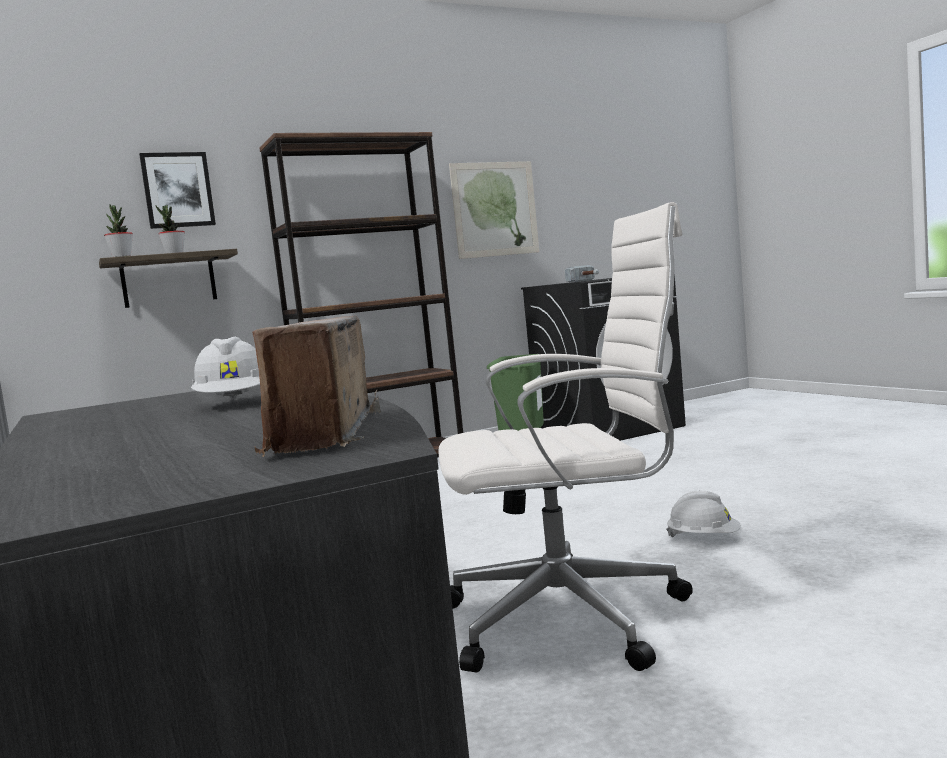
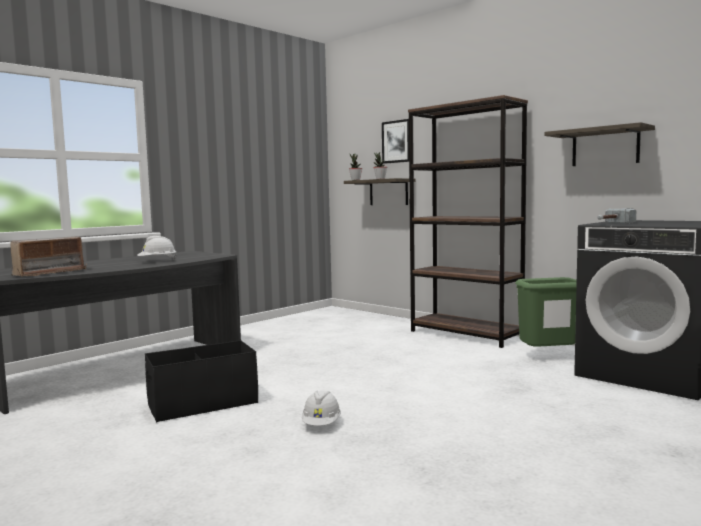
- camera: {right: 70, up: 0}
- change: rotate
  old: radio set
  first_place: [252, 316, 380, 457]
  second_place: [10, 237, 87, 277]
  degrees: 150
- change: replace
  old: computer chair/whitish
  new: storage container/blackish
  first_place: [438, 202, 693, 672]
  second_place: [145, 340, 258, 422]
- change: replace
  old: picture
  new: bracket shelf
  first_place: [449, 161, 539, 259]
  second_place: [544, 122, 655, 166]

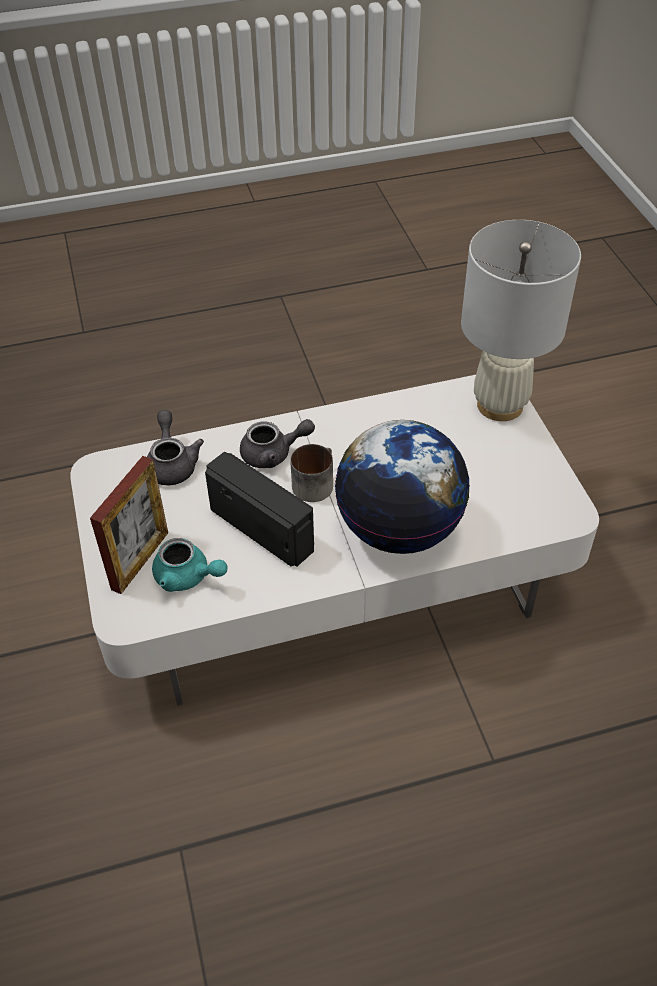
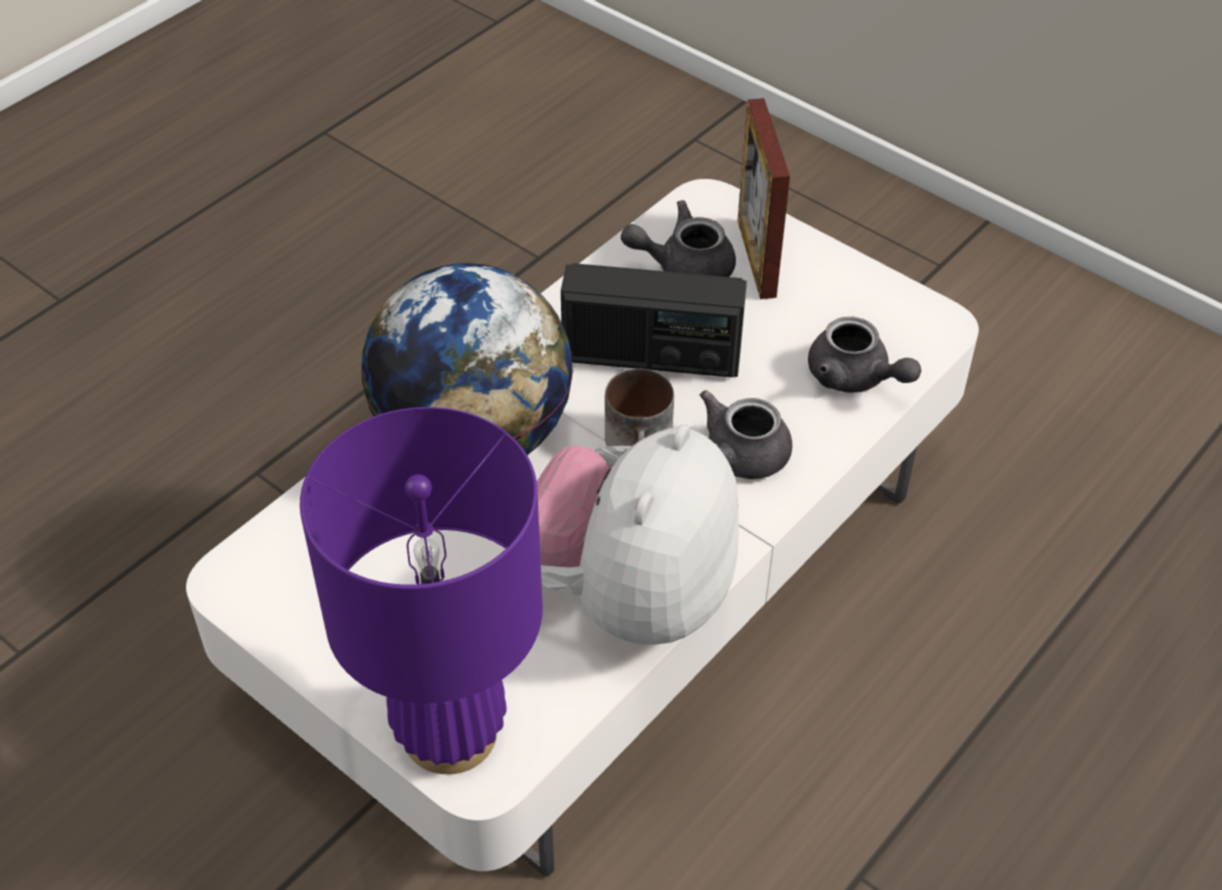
- camera: {right: 145, up: 0}
- change: recolor
  old: tabletop lamp/whitish
  new: tabletop lamp/purple-coloured
  first_place: [461, 220, 581, 421]
  second_place: [300, 407, 543, 774]
- change: insert
  new: plush toy
  second_place: [537, 424, 739, 645]
- change: recolor
  old: pot for tea/turquoise-coloured
  new: pot for tea/grey
  first_place: [152, 538, 228, 592]
  second_place: [621, 200, 736, 277]

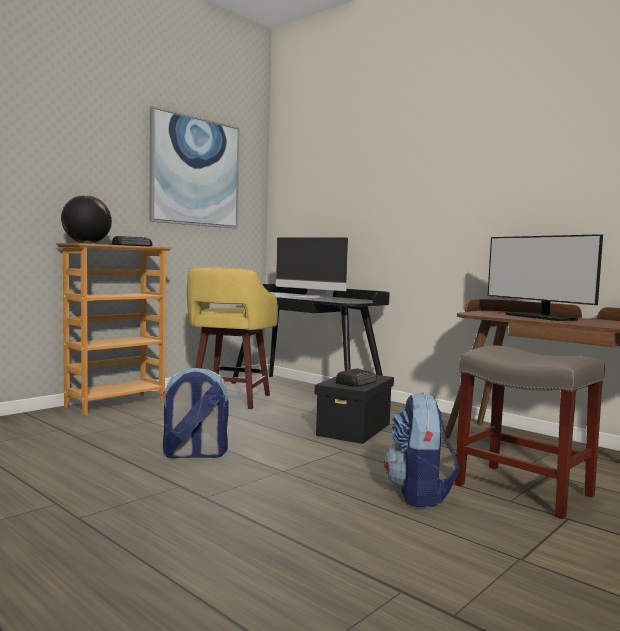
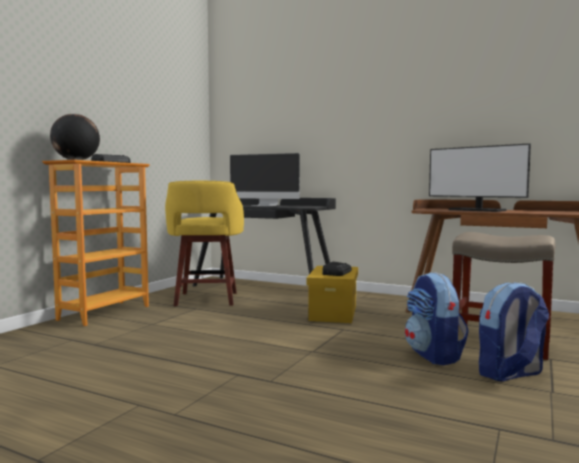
- camera: {right: -15, up: 0}
- change: recolor
  old: storage container/blackish
  new: storage container/yellowish
  first_place: [315, 375, 394, 444]
  second_place: [306, 266, 358, 323]
- change: move
  old: backpack
  first_place: [161, 368, 229, 458]
  second_place: [479, 282, 549, 382]
- change: delete
  old: picture
  first_place: [149, 106, 240, 229]

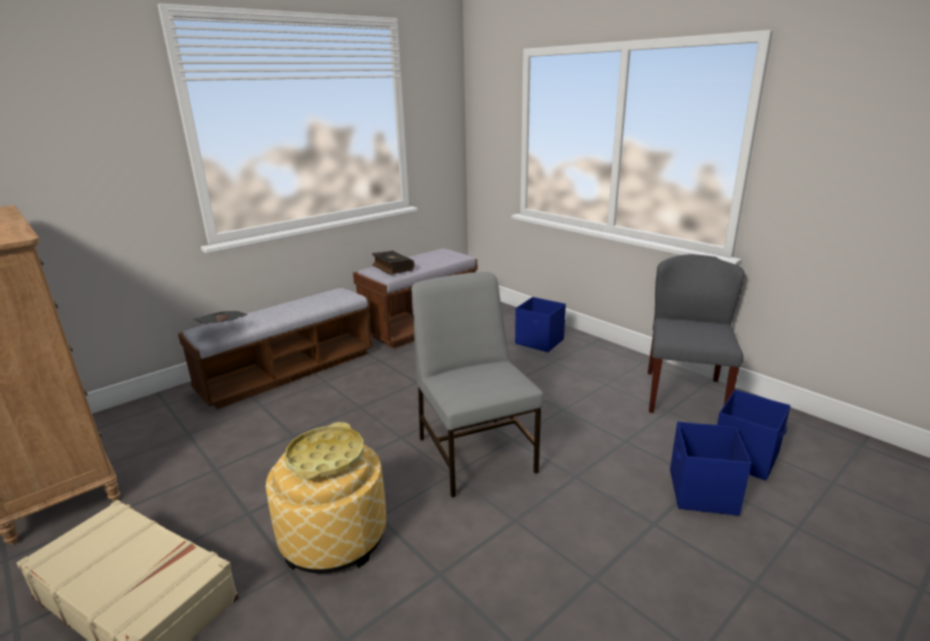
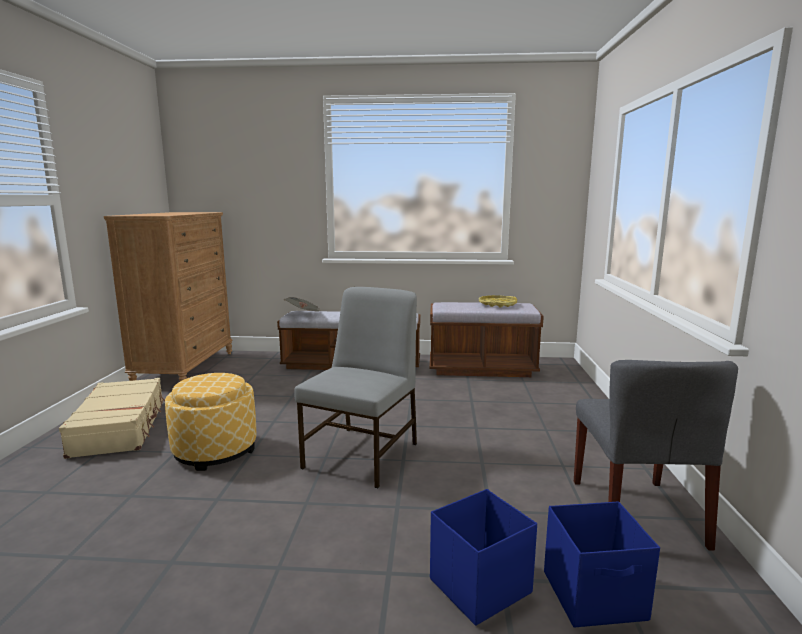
- camera: {right: 45, up: -10}
- change: move
  old: carrying tray/yellowish
  first_place: [284, 422, 364, 479]
  second_place: [479, 295, 517, 307]
- change: rotate
  old: chair/grey
  first_place: [648, 254, 745, 413]
  second_place: [574, 360, 738, 550]
  degrees: 120
- change: delete
  old: bound book
  first_place: [372, 251, 415, 275]
- change: delete
  old: storage container/blue
  first_place: [515, 297, 566, 352]

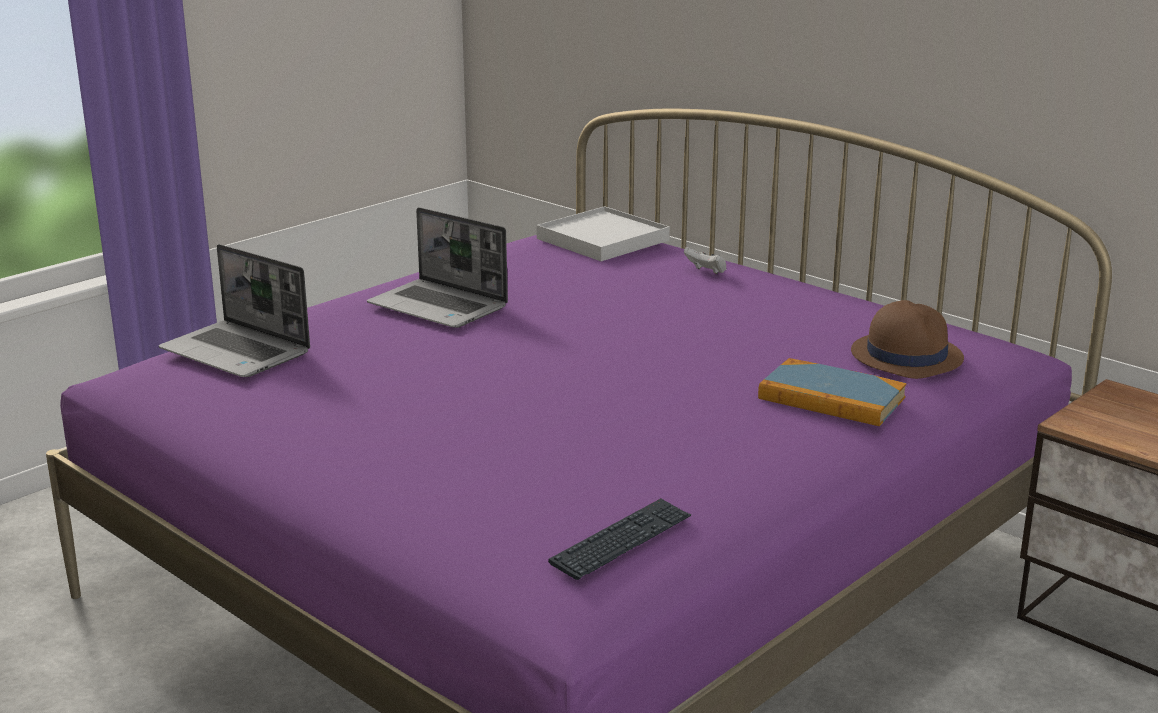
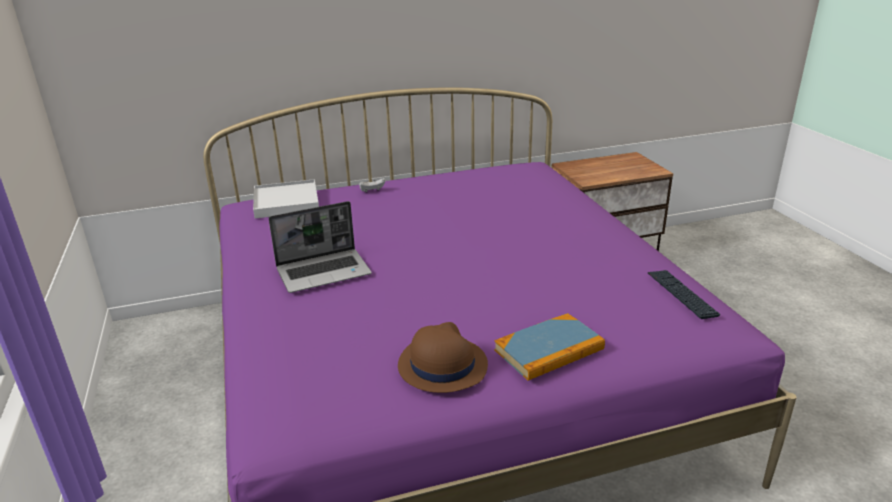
- camera: {right: -60, up: 5}
- change: move
  old: wearable hat/brown-coloured
  first_place: [851, 300, 964, 379]
  second_place: [398, 322, 488, 393]
- change: move
  old: bound book
  first_place: [758, 358, 907, 426]
  second_place: [494, 313, 605, 381]
- change: delete
  old: laptop
  first_place: [159, 244, 310, 377]

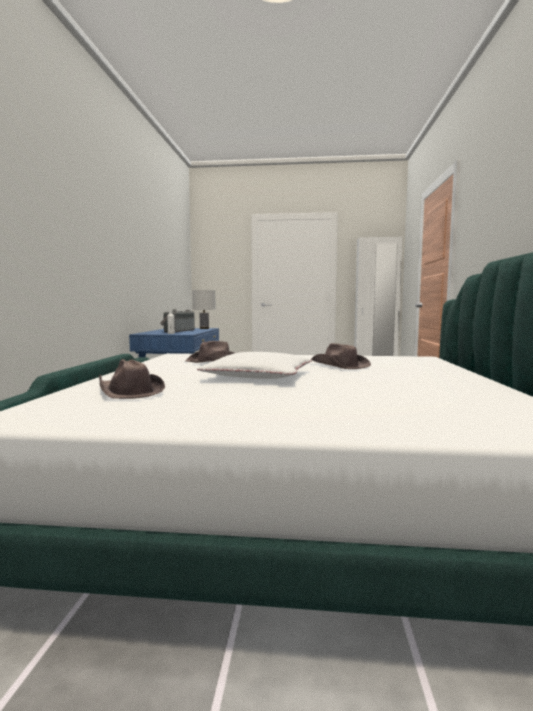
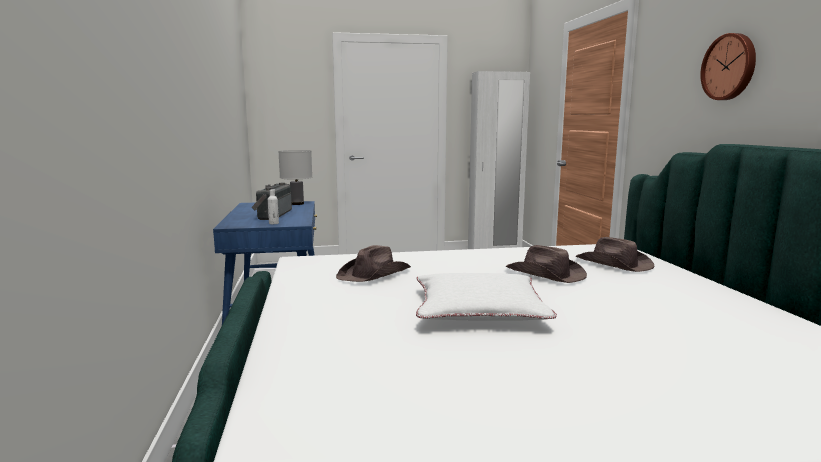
- camera: {right: -15, up: 5}
- change: move
  old: wearable hat/brown-coloured
  first_place: [99, 359, 165, 399]
  second_place: [576, 237, 654, 272]
- change: insert
  new: clock on the wall
  second_place: [700, 33, 756, 100]

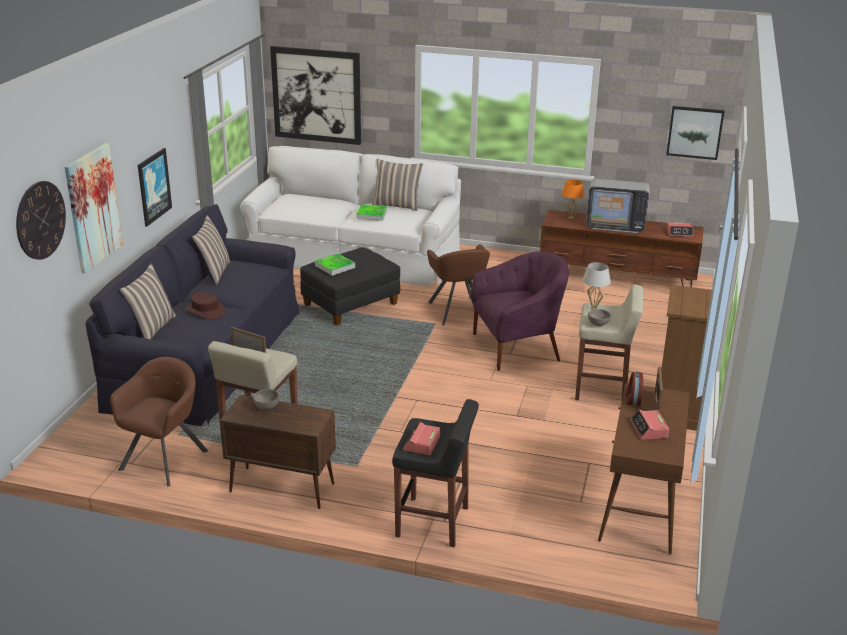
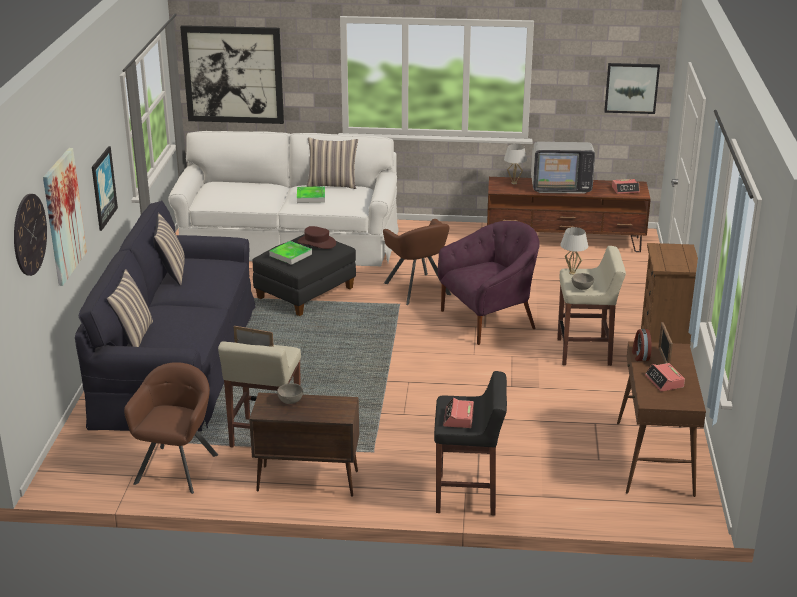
- camera: {right: -10, up: 0}
- change: move
  old: wearable hat/brown-coloured
  first_place: [185, 292, 226, 320]
  second_place: [298, 226, 336, 249]
- change: recolor
  old: tabletop lamp/orange
  new: tabletop lamp/whitish
  first_place: [562, 179, 584, 219]
  second_place: [504, 144, 527, 184]

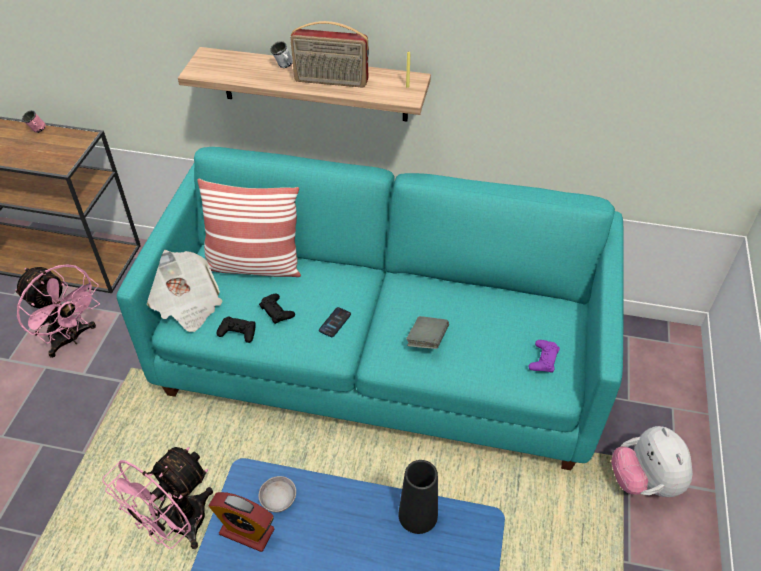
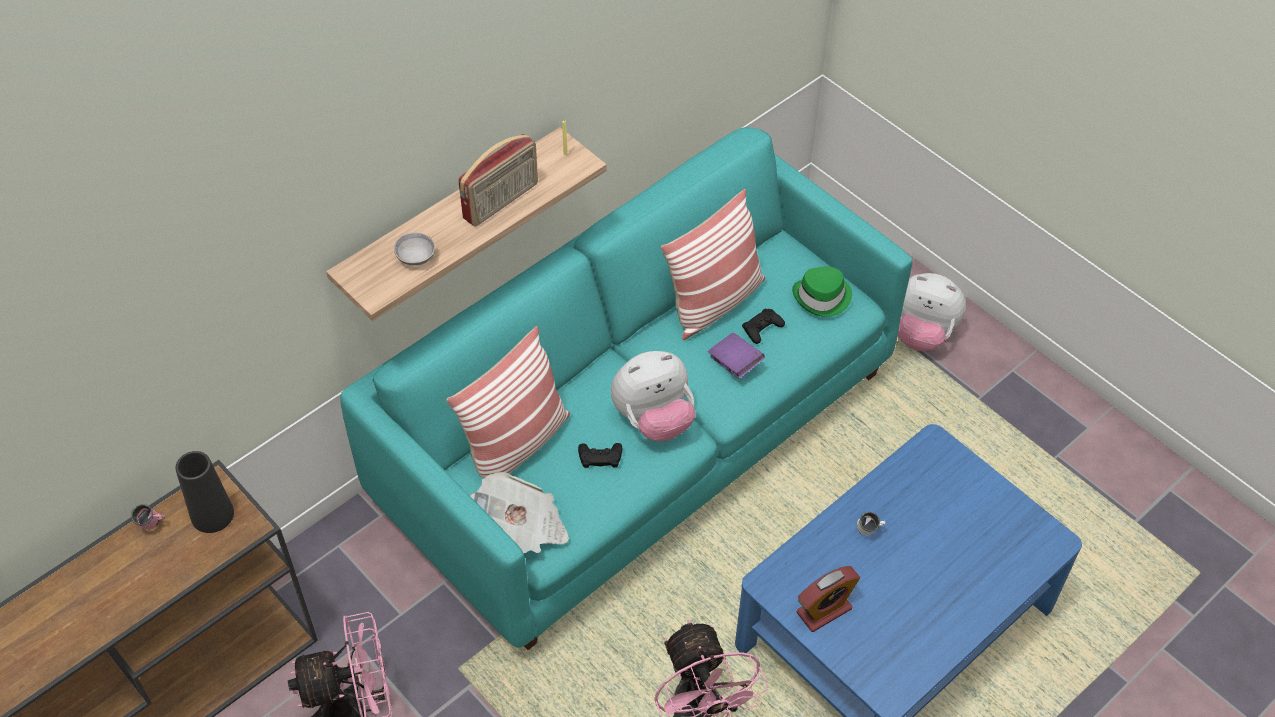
- camera: {right: -55, up: 5}
- change: move
  old: vase/blackish
  first_place: [398, 460, 438, 534]
  second_place: [176, 451, 234, 533]
- change: move
  old: deep dish/grey
  first_place: [258, 476, 296, 512]
  second_place: [394, 232, 435, 266]
- change: replace
  old: phone
  new: plush toy
  first_place: [319, 307, 351, 337]
  second_place: [611, 351, 695, 441]
- change: insert
  new: throw pillow
  second_place: [661, 189, 765, 340]
- change: recolor
  old: bound book/grey
  new: bound book/purple-coloured
  first_place: [406, 316, 449, 349]
  second_place: [708, 333, 765, 378]
- change: move
  old: game controller/blackish
  first_place: [216, 316, 256, 343]
  second_place: [742, 309, 785, 344]
- change: replace
  old: game controller/purple-coloured
  new: wearable hat/green
  first_place: [528, 340, 560, 373]
  second_place: [792, 267, 852, 317]
- change: move
  old: tea mug/whitish
  first_place: [270, 41, 293, 68]
  second_place: [857, 512, 886, 535]

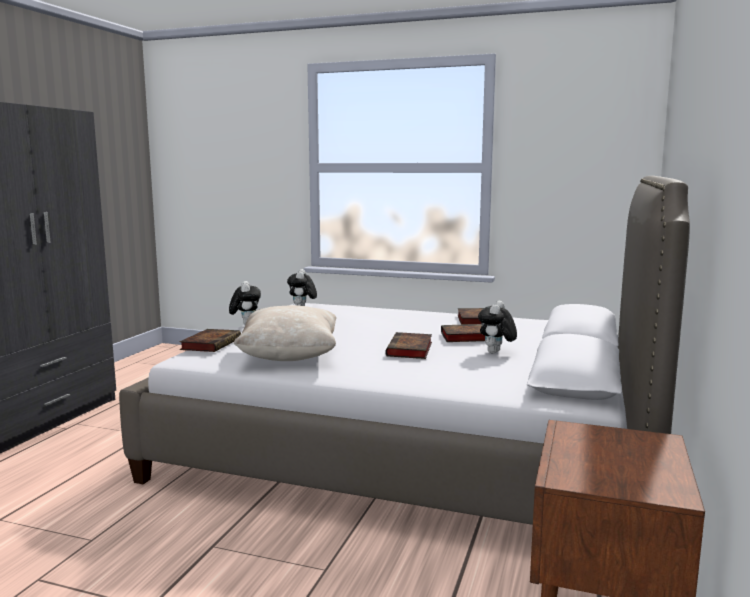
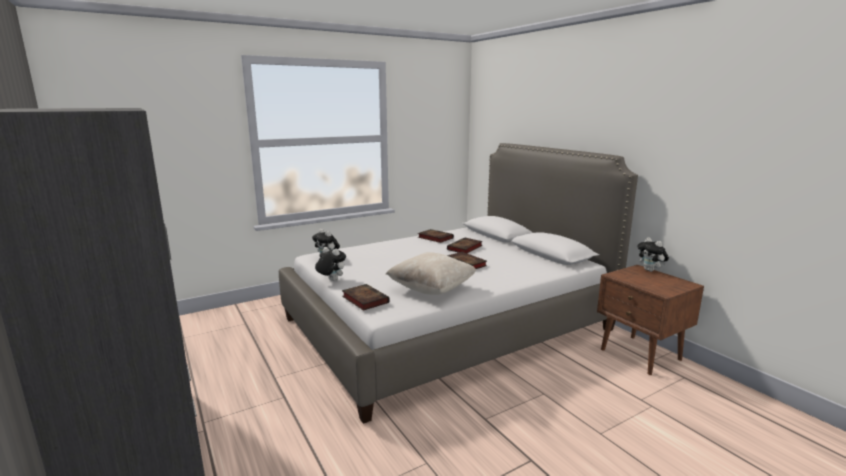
- camera: {right: -50, up: 5}
- change: move
  old: plush toy
  first_place: [478, 301, 517, 354]
  second_place: [637, 237, 669, 272]

